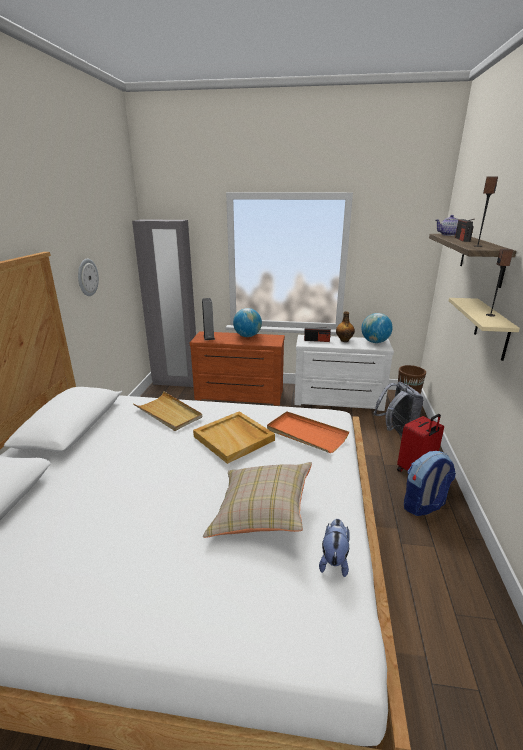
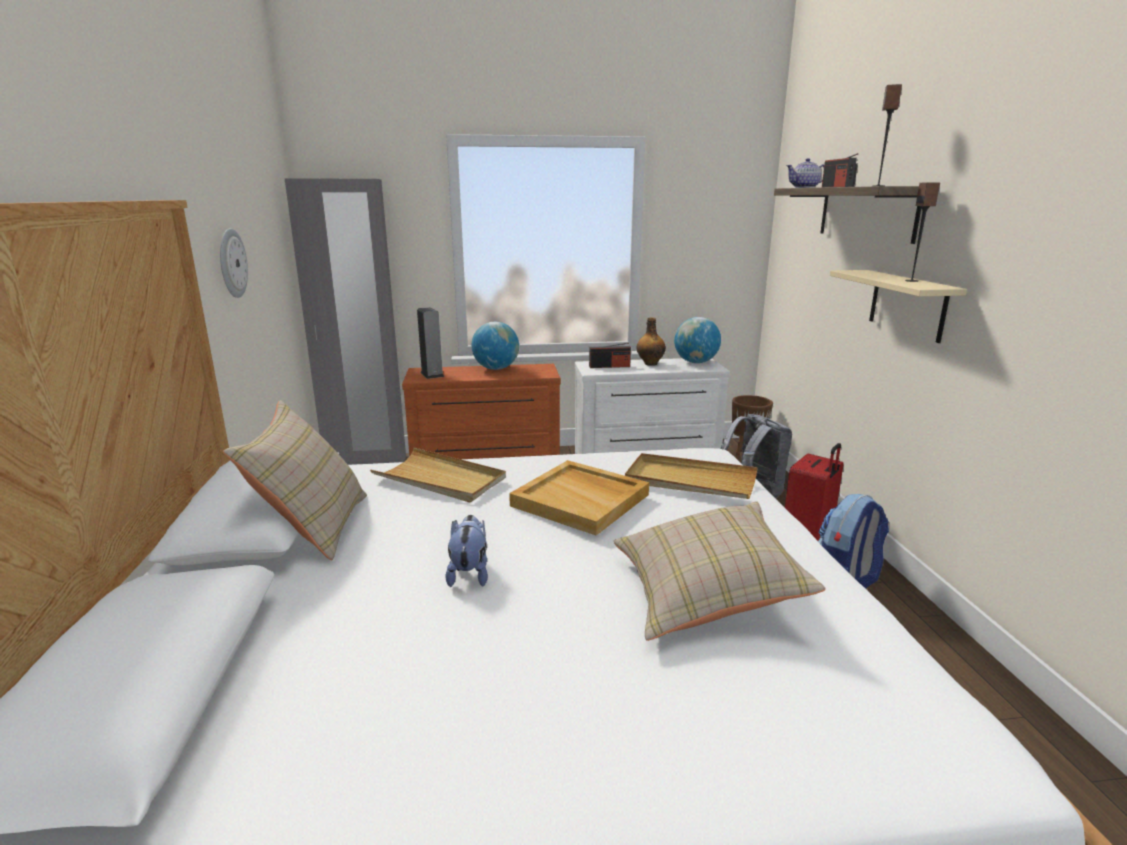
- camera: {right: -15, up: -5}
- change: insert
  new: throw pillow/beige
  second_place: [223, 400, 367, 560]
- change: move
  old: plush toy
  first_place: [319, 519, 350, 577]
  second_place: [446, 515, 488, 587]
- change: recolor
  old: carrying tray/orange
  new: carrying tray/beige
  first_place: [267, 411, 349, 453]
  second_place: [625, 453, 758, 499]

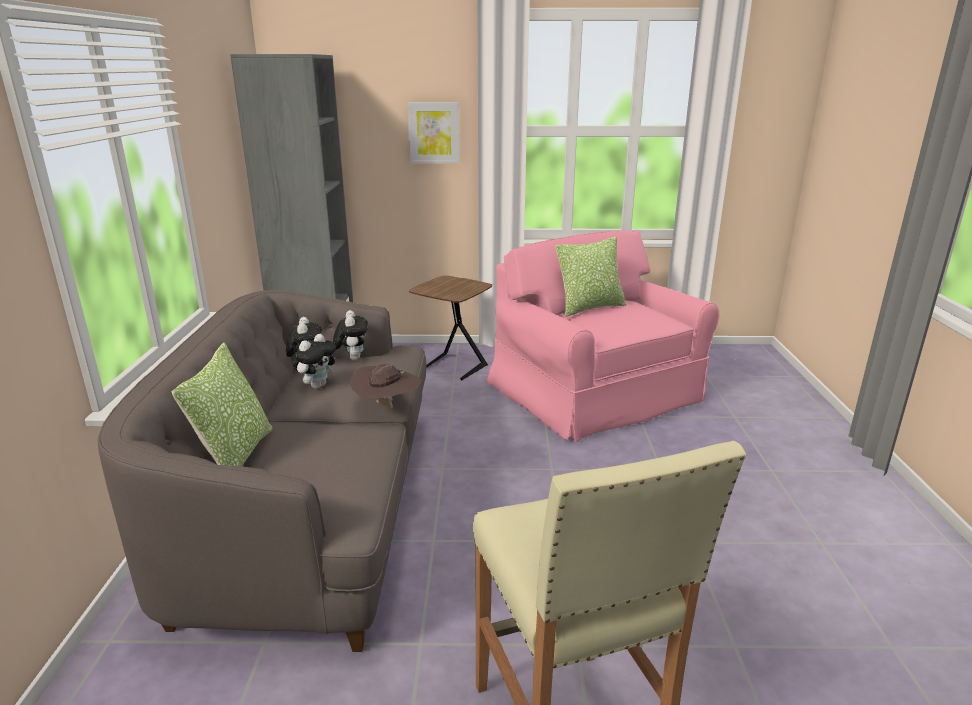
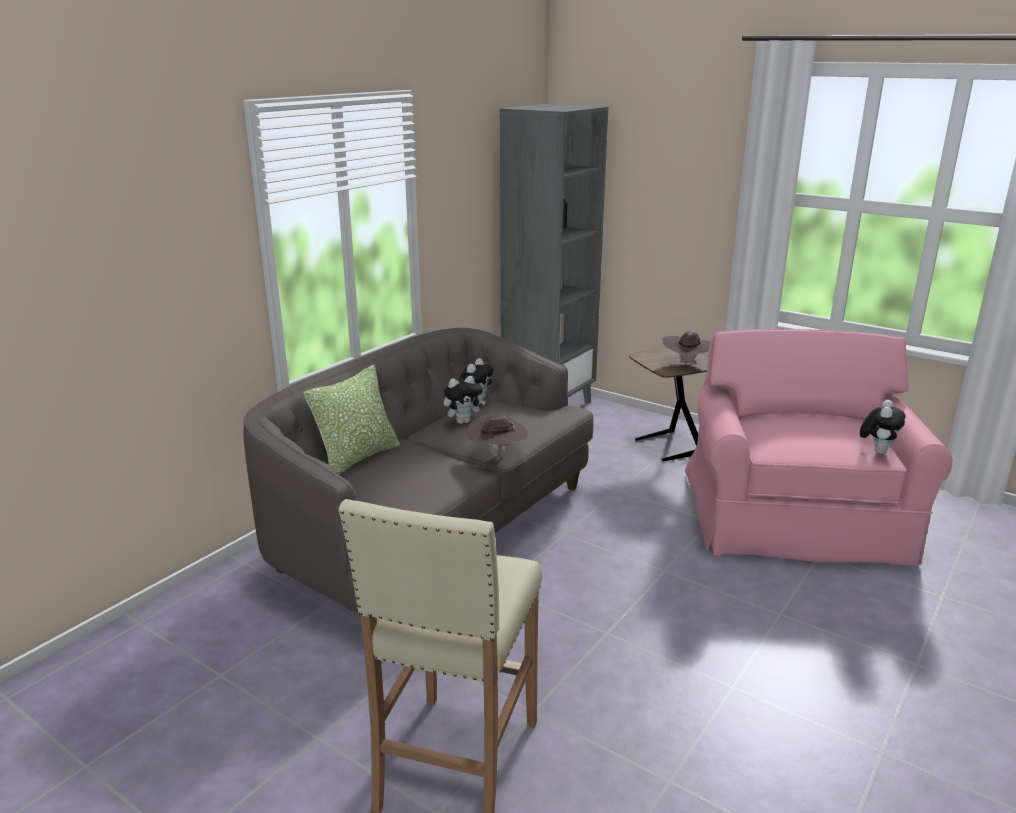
- camera: {right: 35, up: 0}
- change: insert
  new: wearable hat/brown-coloured
  second_place: [662, 331, 711, 364]
- change: move
  old: plush toy
  first_place: [333, 310, 368, 360]
  second_place: [860, 400, 905, 454]
- change: delete
  old: picture
  first_place: [407, 102, 460, 163]
- change: delete
  old: throw pillow
  first_place: [555, 237, 626, 317]

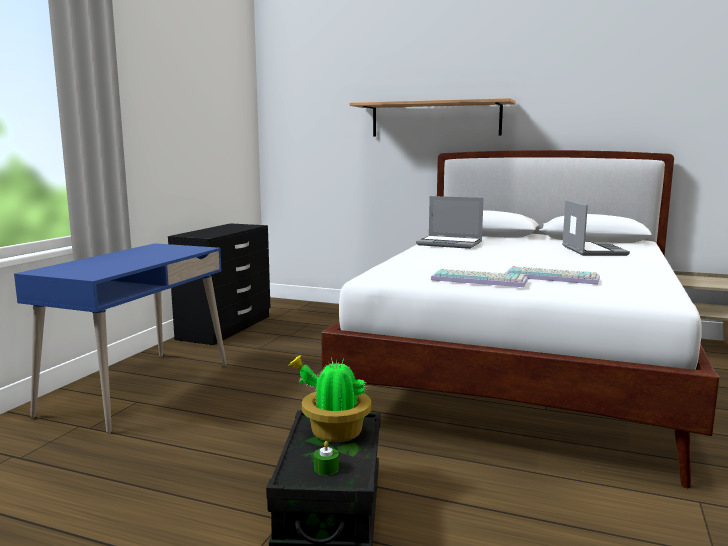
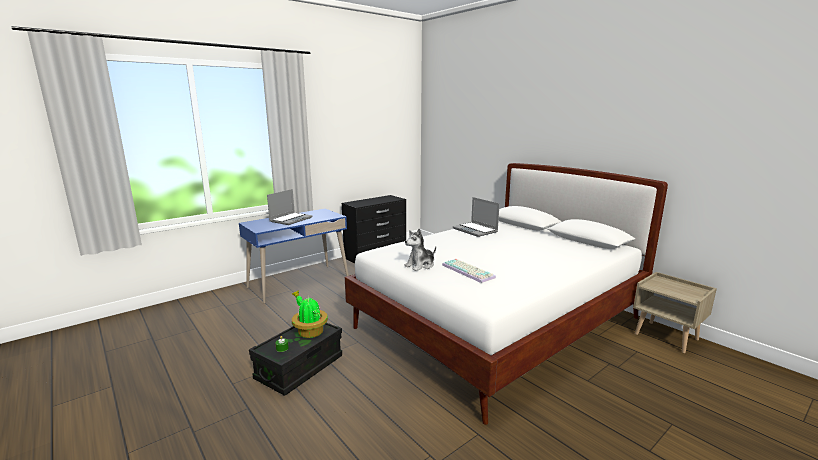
- camera: {right: 30, up: 5}
- change: move
  old: laptop
  first_place: [562, 200, 630, 256]
  second_place: [267, 189, 312, 225]
- change: replace
  old: keyboard
  new: plush toy
  first_place: [431, 269, 528, 287]
  second_place: [404, 229, 436, 271]
- change: delete
  old: bracket shelf
  first_place: [349, 98, 516, 136]

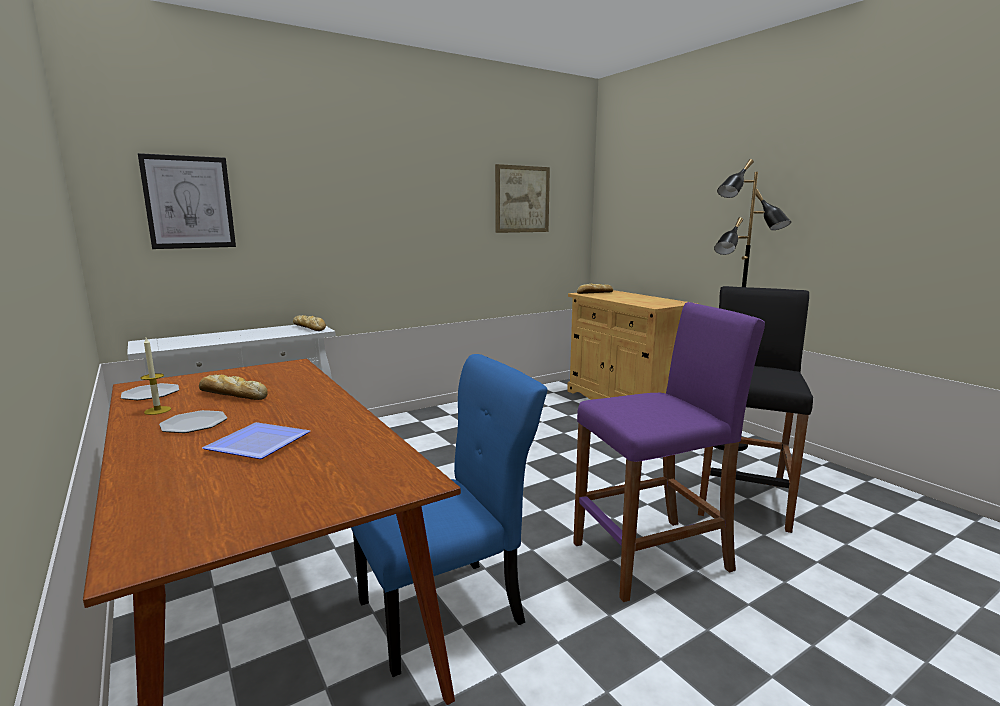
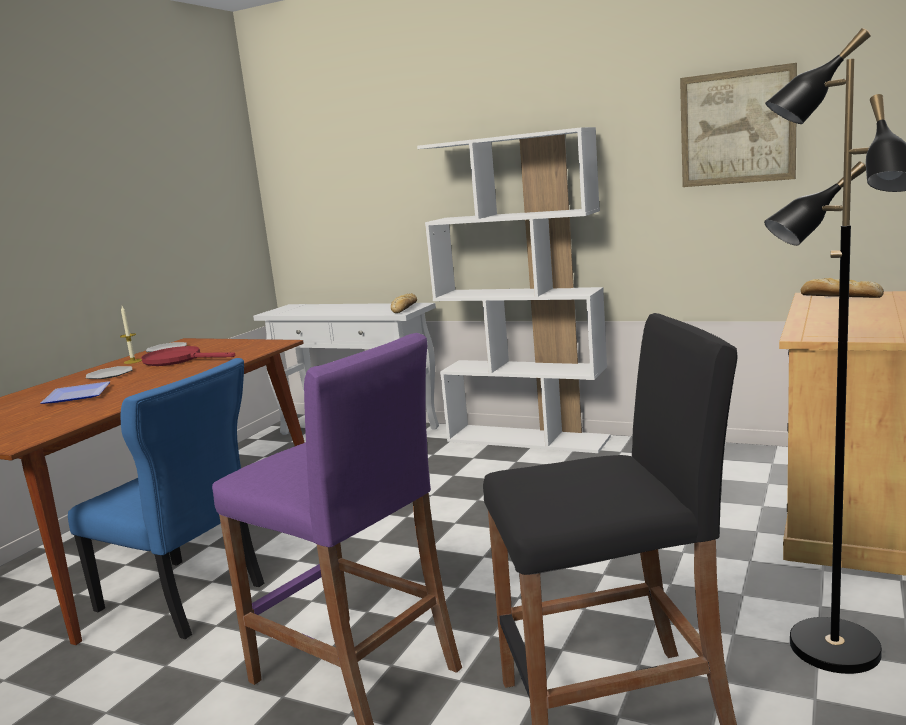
- camera: {right: 60, up: 0}
- change: replace
  old: bread
  new: skillet/red
  first_place: [199, 374, 268, 400]
  second_place: [141, 346, 236, 366]
- change: insert
  new: bookshelf/whitish
  second_place: [417, 127, 611, 453]
- change: delete
  old: picture
  first_place: [138, 153, 236, 249]

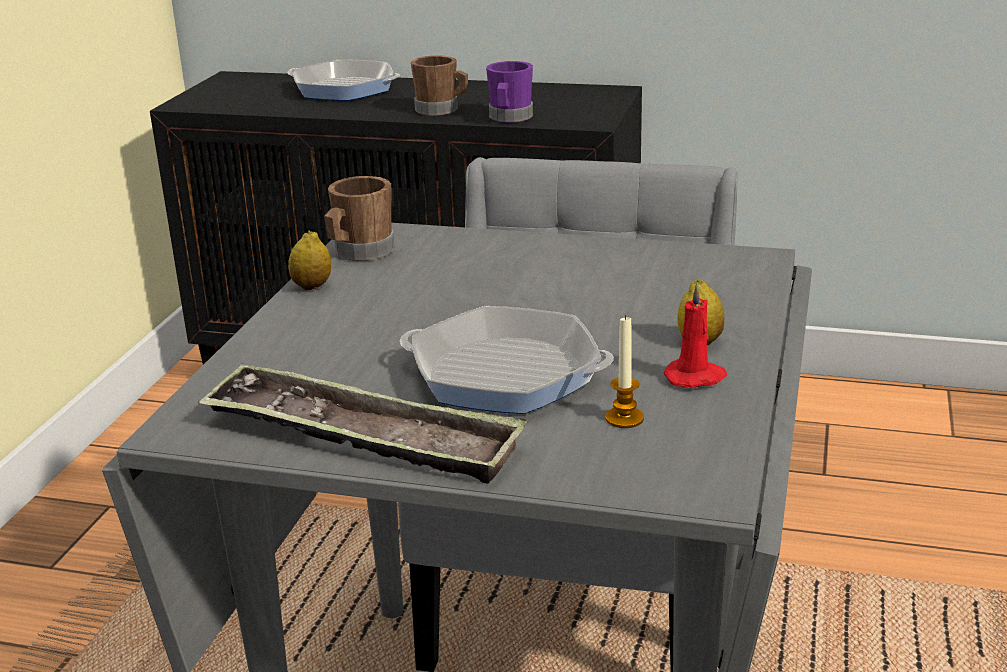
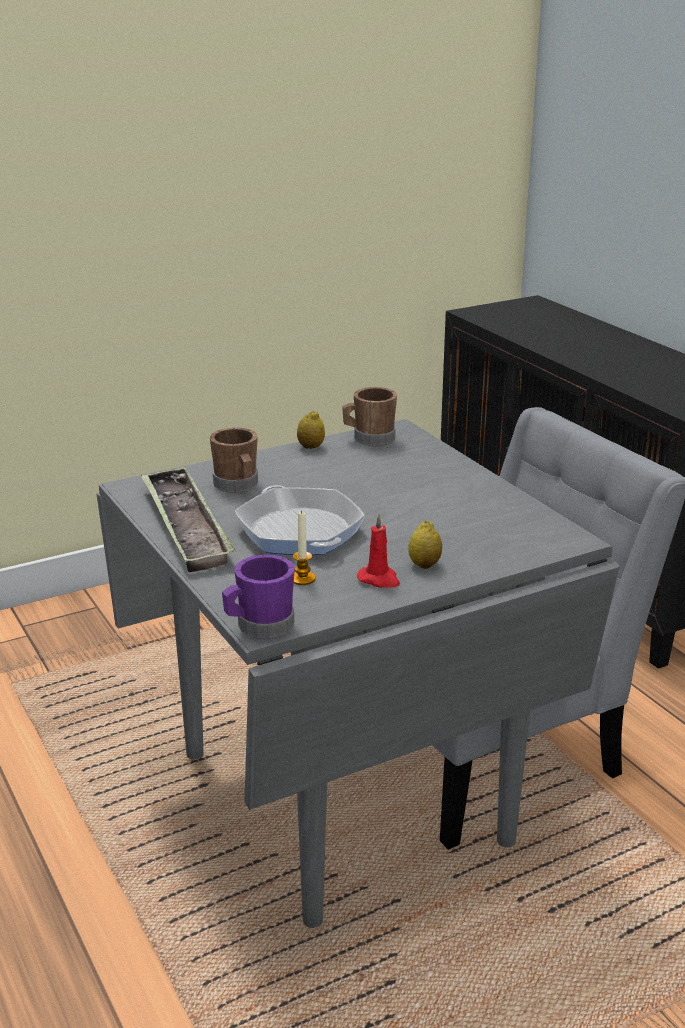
- camera: {right: 45, up: 0}
- change: move
  old: tea mug/brown-coloured
  first_place: [411, 56, 468, 116]
  second_place: [210, 427, 258, 493]
- change: move
  old: tea mug/purple-coloured
  first_place: [486, 61, 533, 123]
  second_place: [222, 555, 295, 639]
- change: delete
  old: skillet
  first_place: [287, 59, 400, 101]

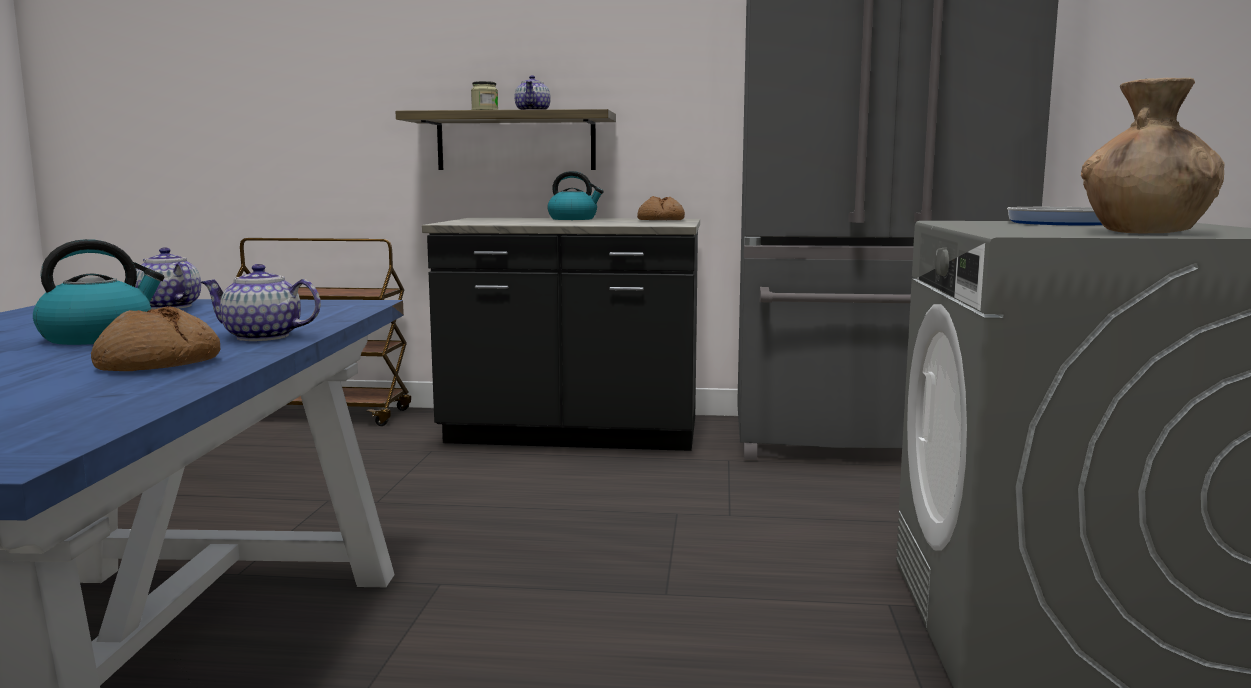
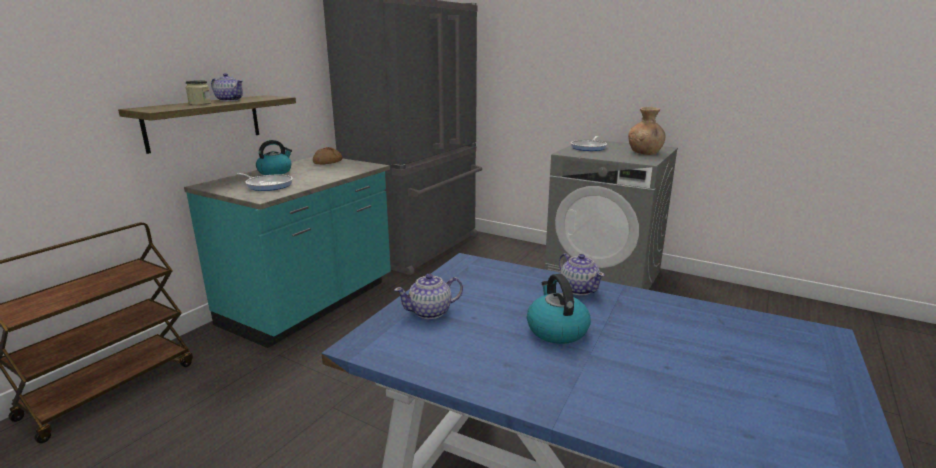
- camera: {right: -65, up: 10}
- change: recolor
  old: kitchen counter/blackish
  new: kitchen counter/turquoise-coloured
  first_place: [422, 218, 700, 451]
  second_place: [184, 157, 391, 348]
- change: insert
  new: skillet
  second_place: [237, 173, 293, 191]
- change: rotate
  old: pot for tea
  first_place: [201, 264, 321, 341]
  second_place: [559, 253, 605, 295]
  degrees: -60
- change: delete
  old: bread
  first_place: [91, 306, 220, 371]

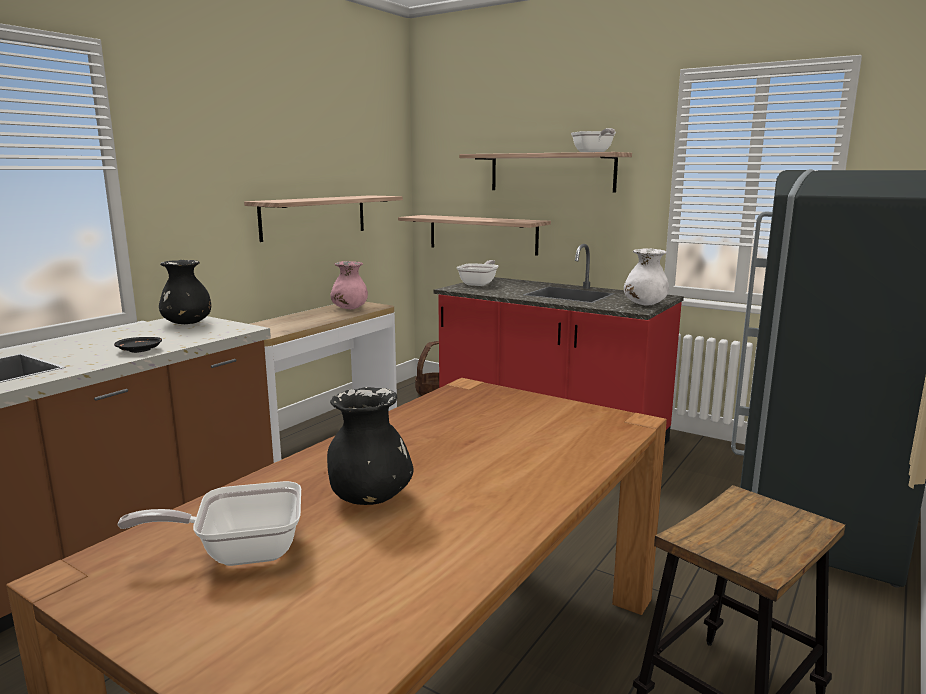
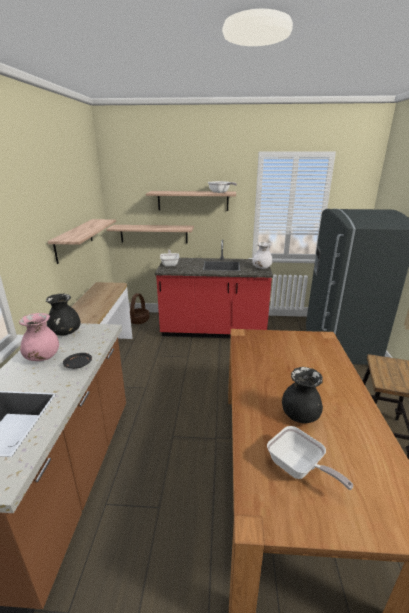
- camera: {right: -30, up: 10}
- change: move
  old: vase/pink
  first_place: [330, 261, 368, 309]
  second_place: [19, 313, 59, 361]
- change: rotate
  old: skillet
  first_place: [117, 481, 301, 566]
  second_place: [267, 426, 353, 490]
  degrees: -90

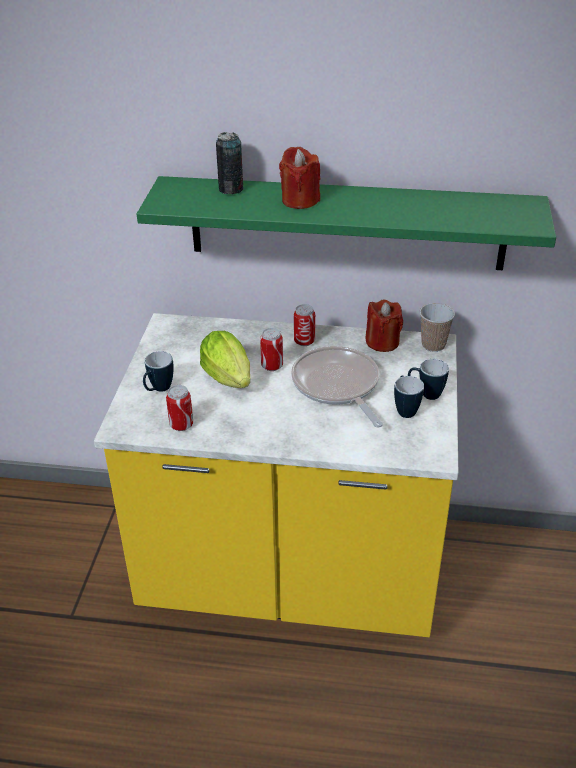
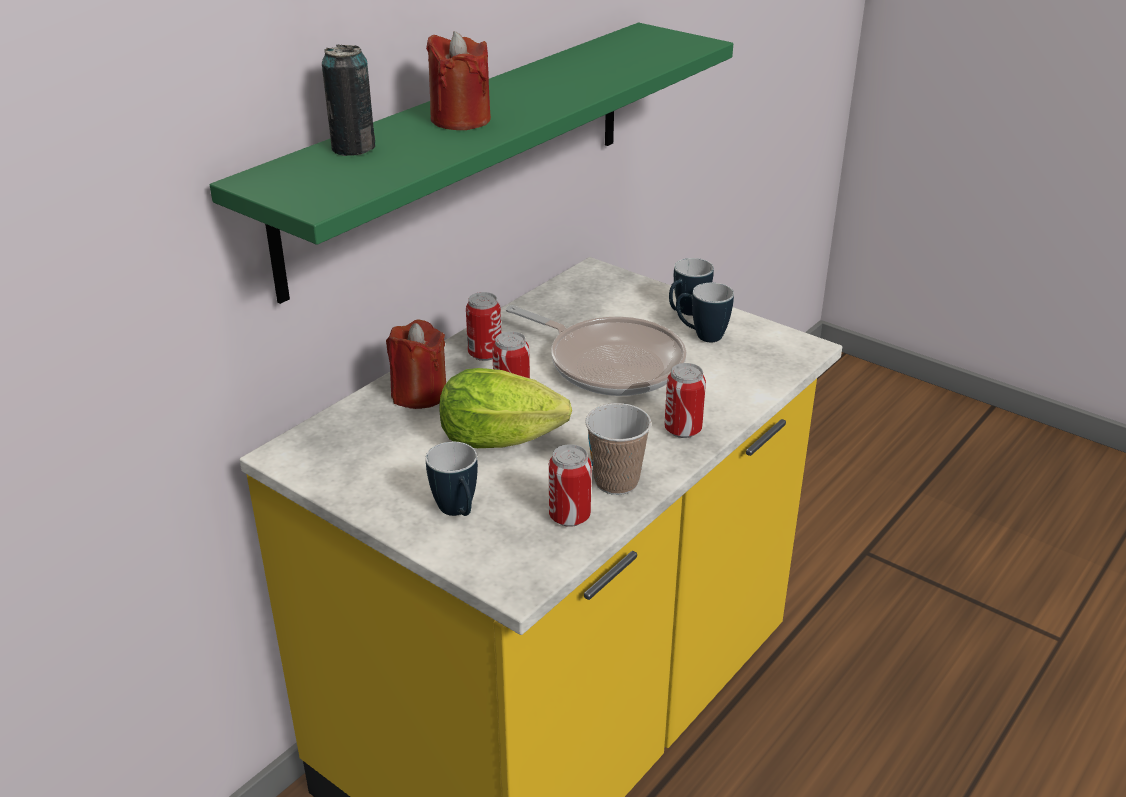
- camera: {right: -60, up: -5}
- change: move
  old: candle/red
  first_place: [365, 299, 403, 352]
  second_place: [386, 320, 446, 409]
- change: rotate
  old: skillet
  first_place: [291, 346, 383, 428]
  second_place: [506, 305, 687, 396]
  degrees: -150
- change: move
  old: cup
  first_place: [420, 303, 455, 352]
  second_place: [585, 403, 651, 495]
- change: insert
  new: metal can
  second_place: [664, 363, 706, 438]

